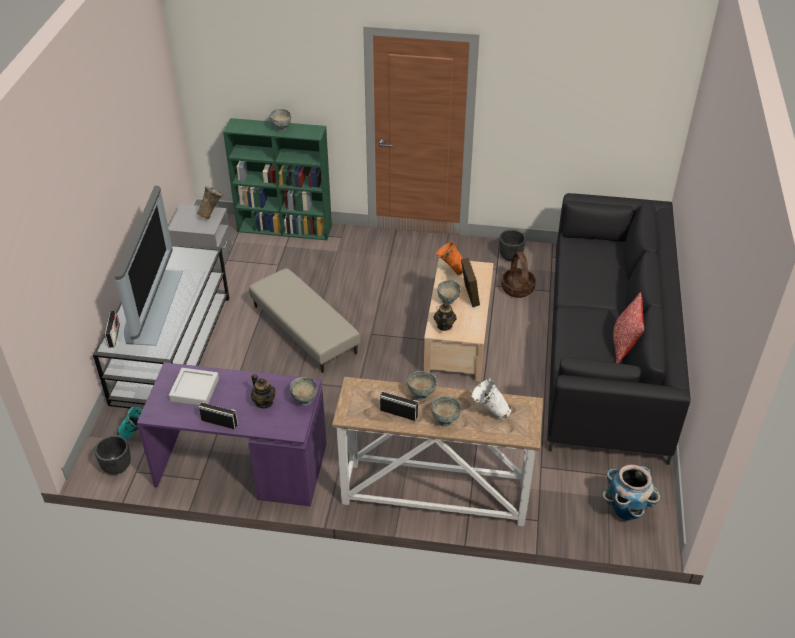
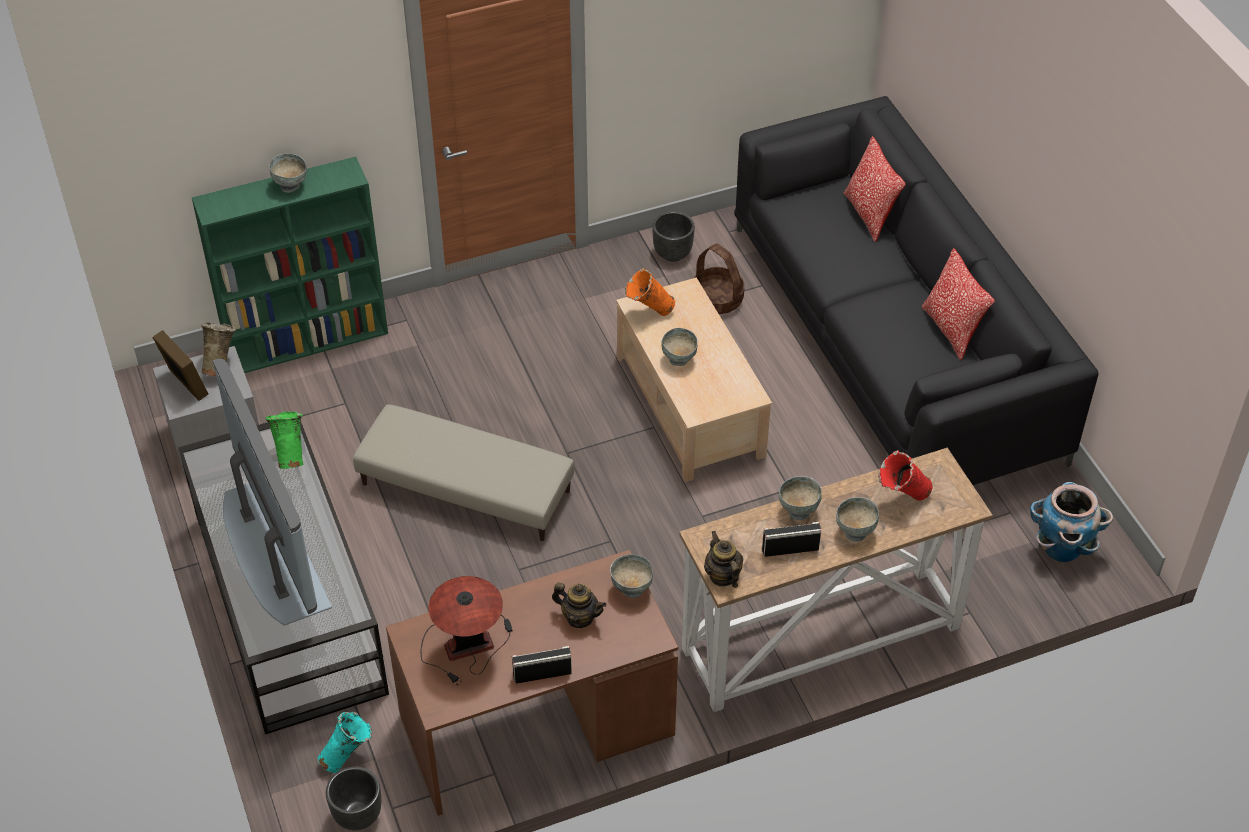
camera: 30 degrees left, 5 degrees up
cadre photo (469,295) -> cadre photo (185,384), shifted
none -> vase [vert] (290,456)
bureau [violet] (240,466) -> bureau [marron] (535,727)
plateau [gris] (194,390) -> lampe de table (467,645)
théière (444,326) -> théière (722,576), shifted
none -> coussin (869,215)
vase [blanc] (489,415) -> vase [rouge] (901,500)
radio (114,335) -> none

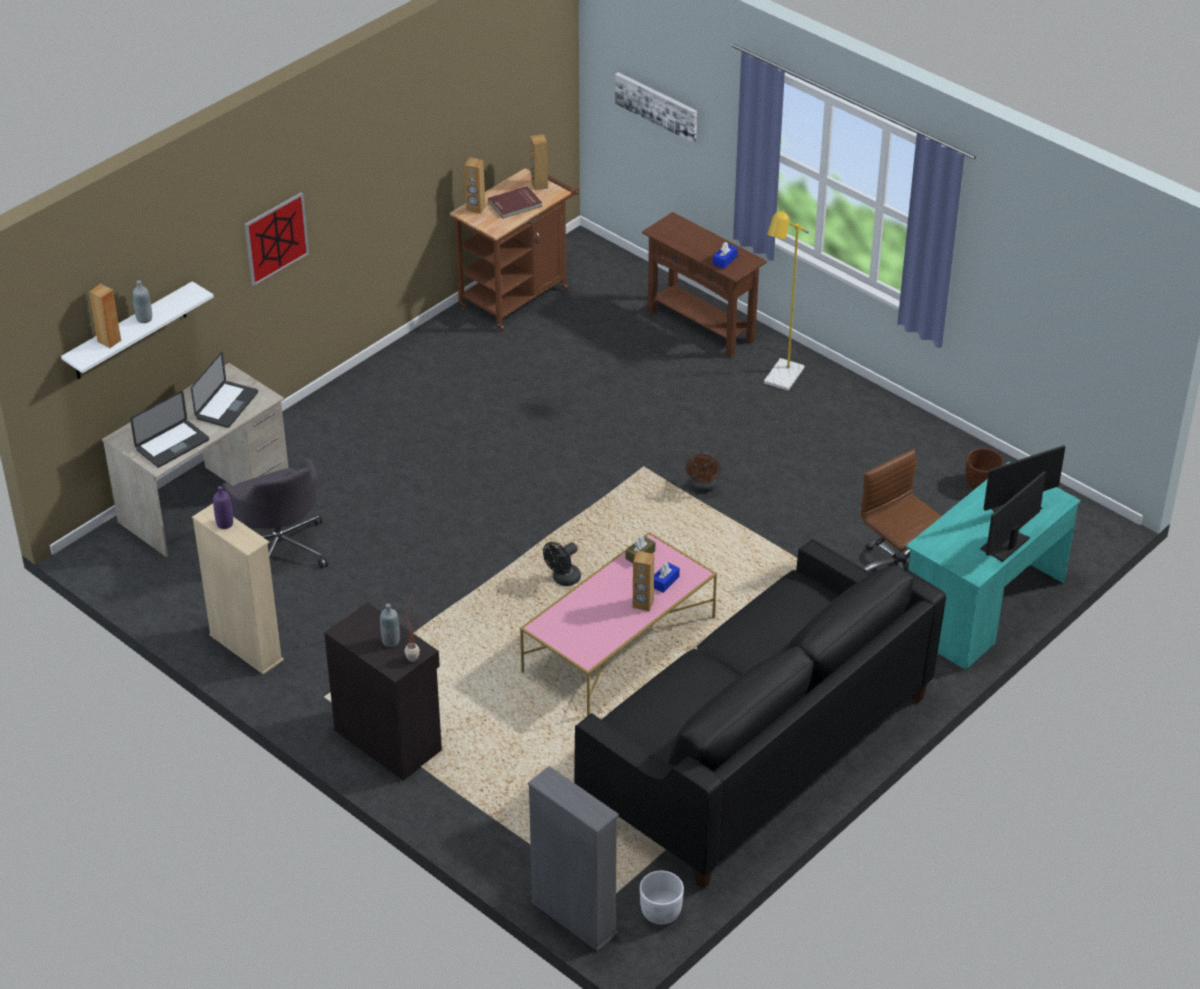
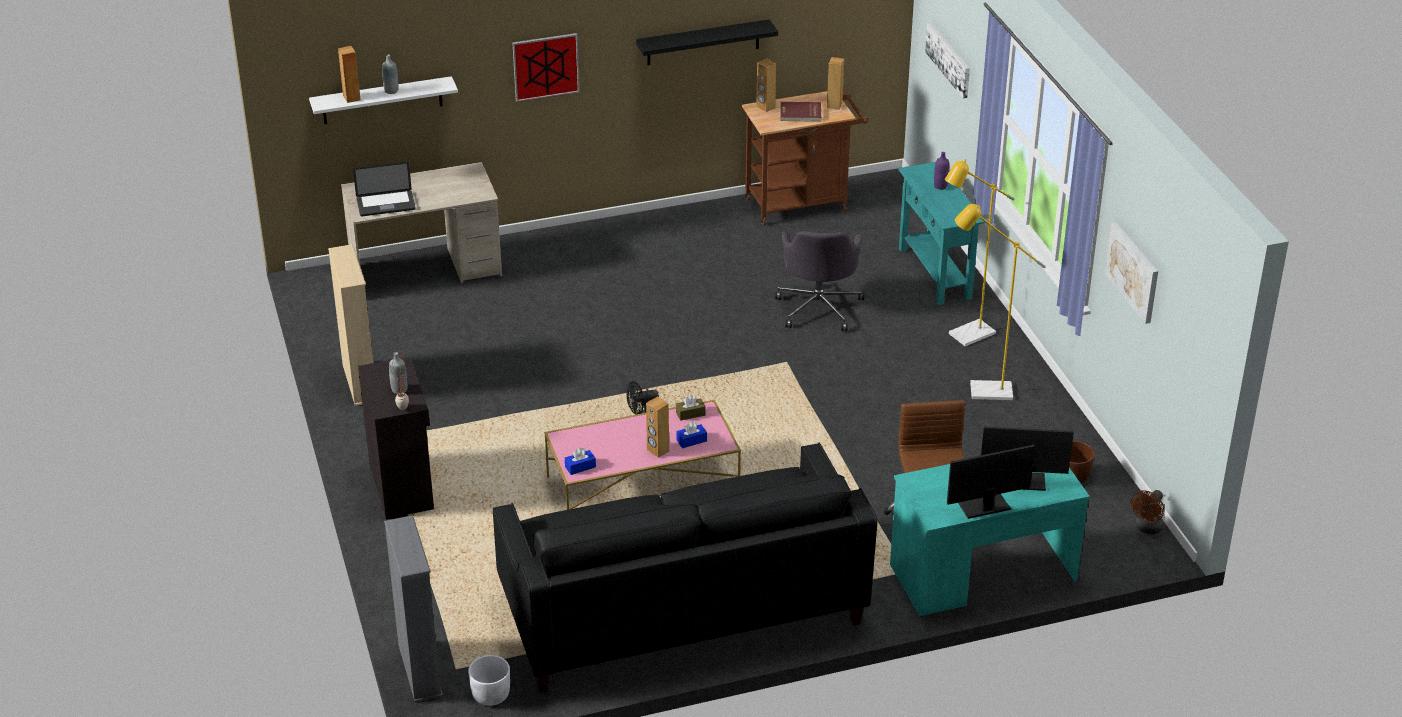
camera: 30 degrees right, 5 degrees down
boîte à mouchoirs [bleu] (724,260) -> boîte à mouchoirs [bleu] (580,467), shifted
none -> étagère [noir] (703,42)
chaise de bureau [gris] (280,548) -> chaise de bureau [gris] (819,307), shifted
table console [marron] (701,326) -> table console [turquoise] (934,273)
bouteille [violet] (225,524) -> bouteille [violet] (940,186), shifted
none -> lampadaire [jaune] (982,391)
none -> tableau (1133,272)
ventilateur [marron] (703,488) -> ventilateur [marron] (1147,528), shifted
ordinateur portable (227,405) -> none

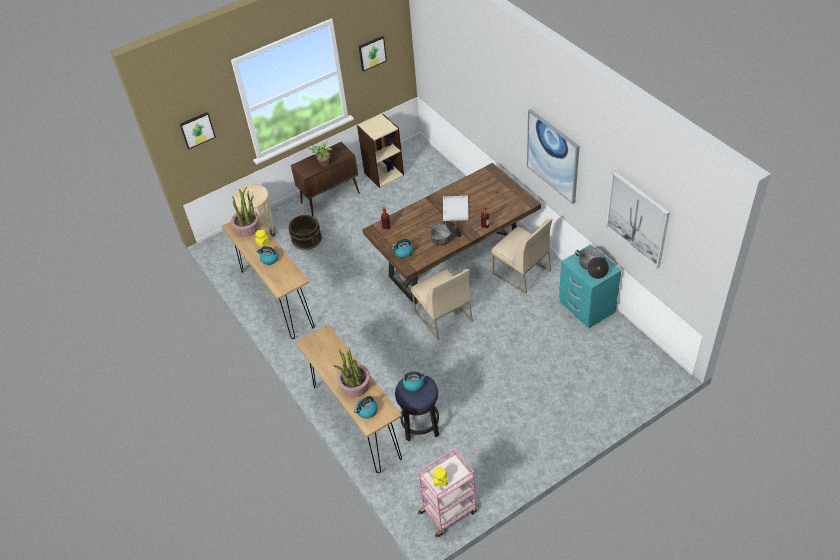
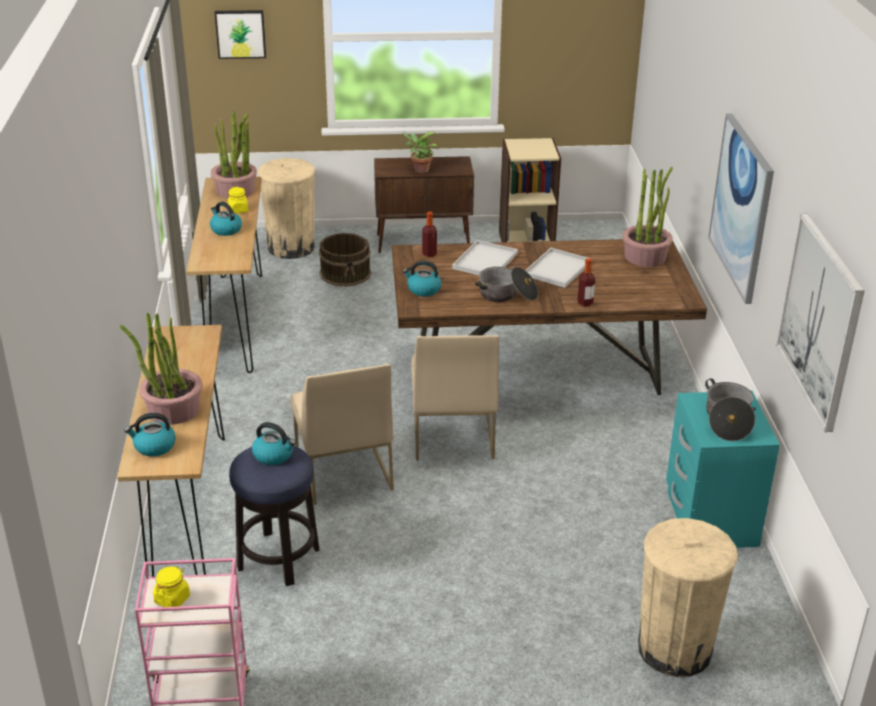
camera: 25 degrees right, 15 degrees down
chaise [beige] (521,272) -> chaise [beige] (342,470), shifted
none -> plateau [blanc] (485,260)
none -> plante en pot (645,256)
none -> poubelle [beige] (674,649)
tableau (372,53) -> none

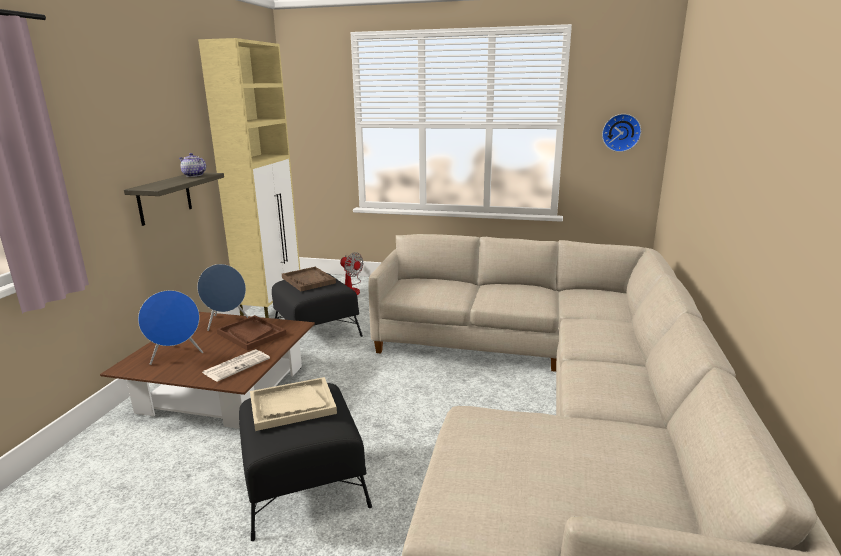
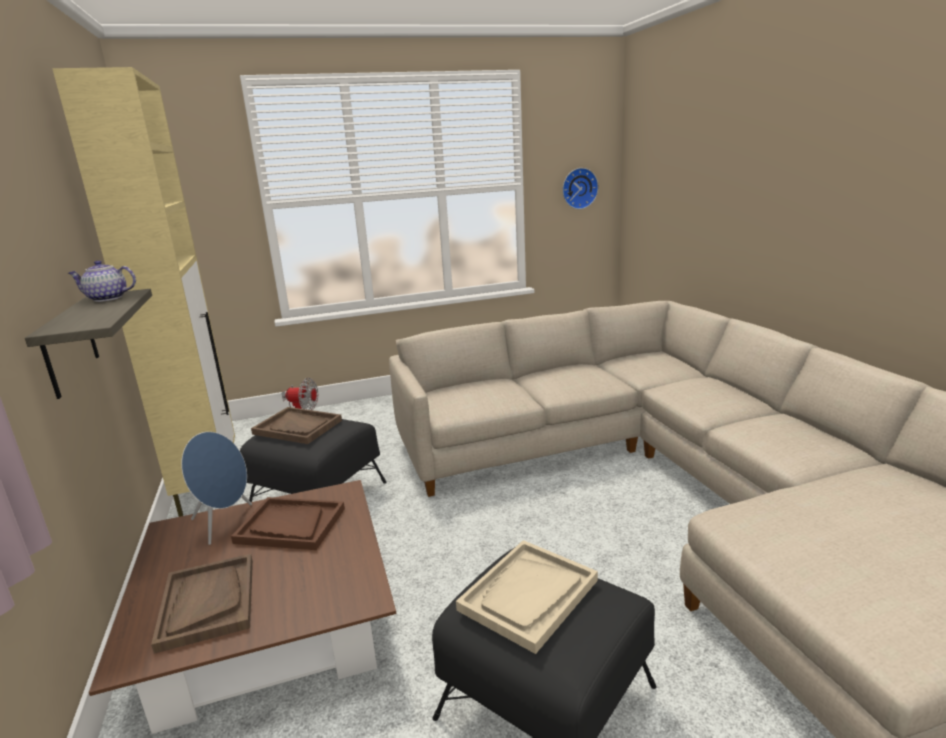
camera: 30 degrees left, 0 degrees up
enceinte [bleu] (176,356) -> plateau [marron] (207,602)
journal (237,365) -> none

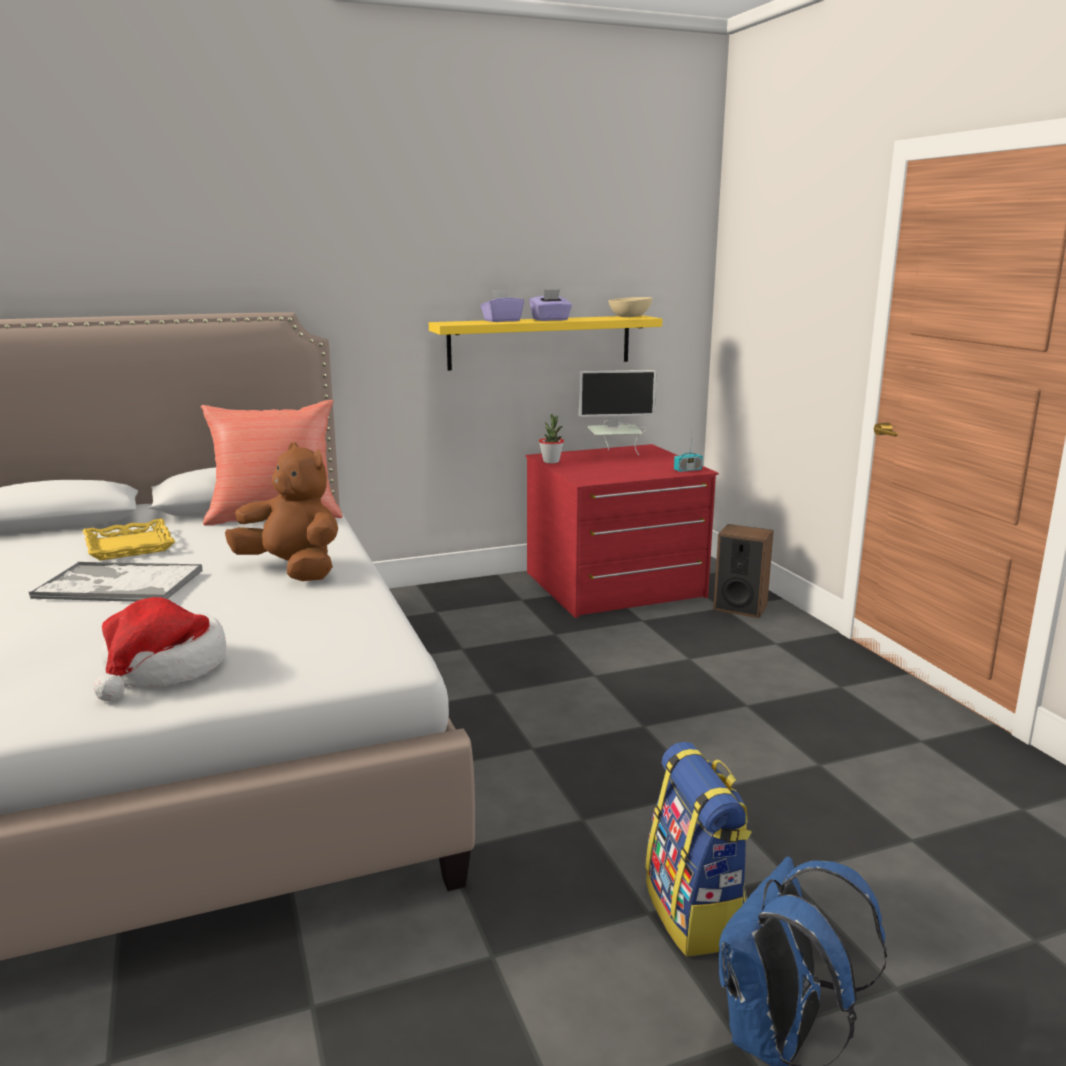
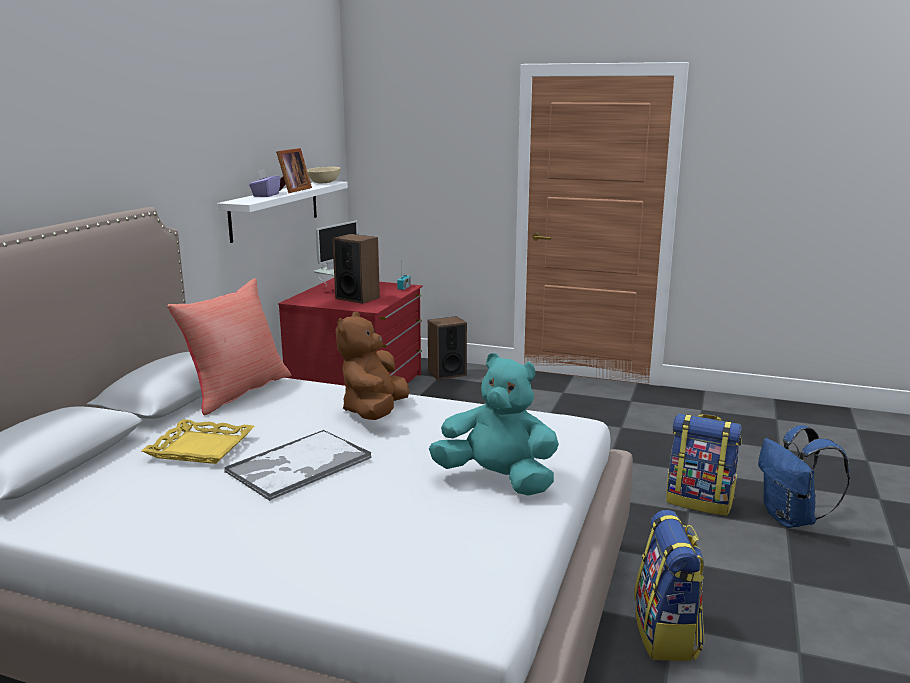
camera: 50 degrees left, 0 degrees up
étagère [jaune] (540,342) -> étagère [blanc] (275,209)
boîte à mouchoirs [violet] (550,320) -> cadre photo (291,190)
none -> enceinte (357,298)
peluche [marron] (292,570) -> peluche [marron] (374,412), 60 degrees counterclockwise
chapeau (164,669) -> peluche [turquoise] (497,480)
none -> sac à dos (667,634)
plante en pot (551,461) -> none

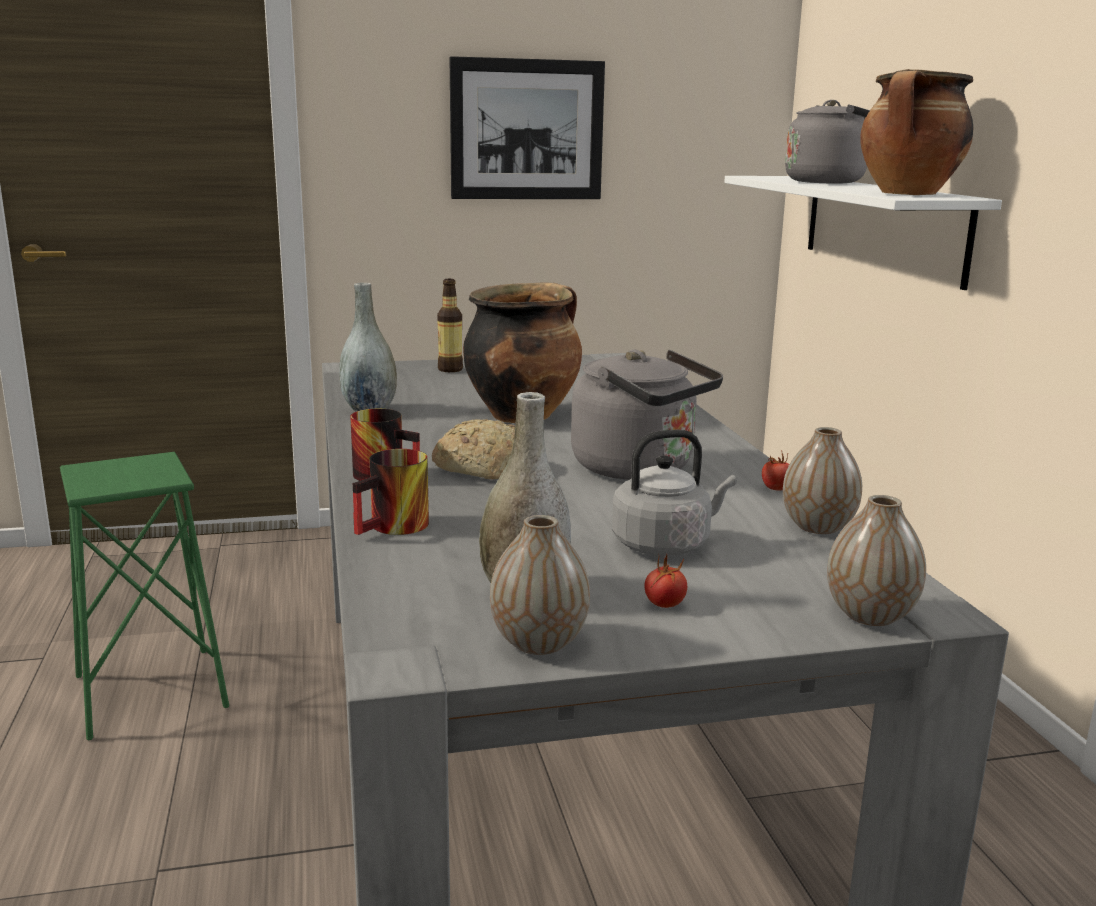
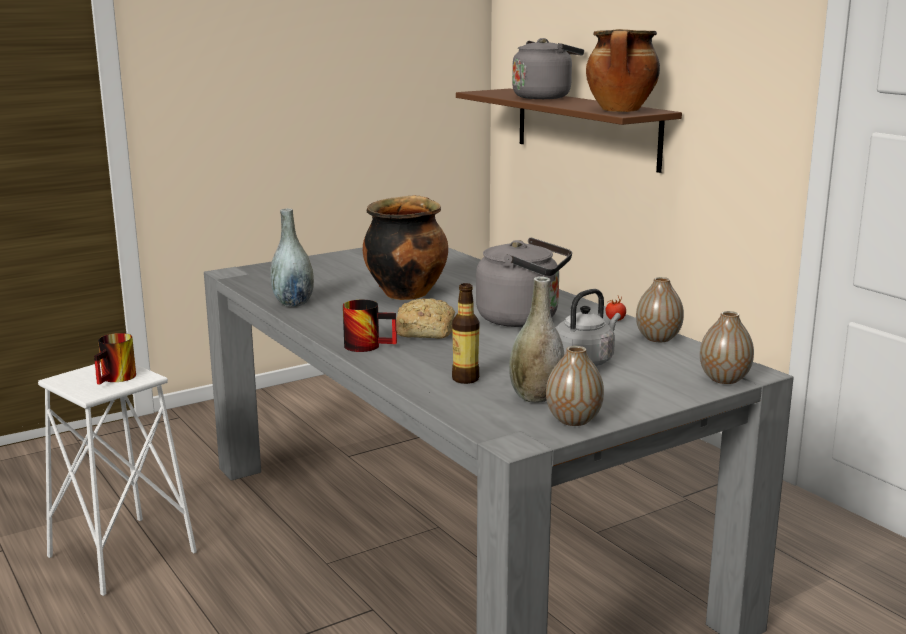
camera: 20 degrees left, 0 degrees up
tabouret [vert] (150,691) -> tabouret [blanc] (122,555)
mug (396,528) -> mug (118,378), shifted
bouteille (450,369) -> bouteille (465,379), shifted
étagère [blanc] (882,226) -> étagère [marron] (586,128)
tableau (527,130) -> none
tomate (664,605) -> none

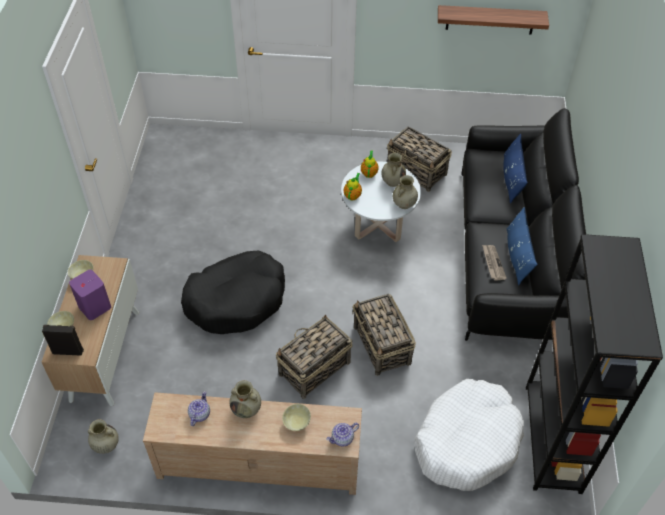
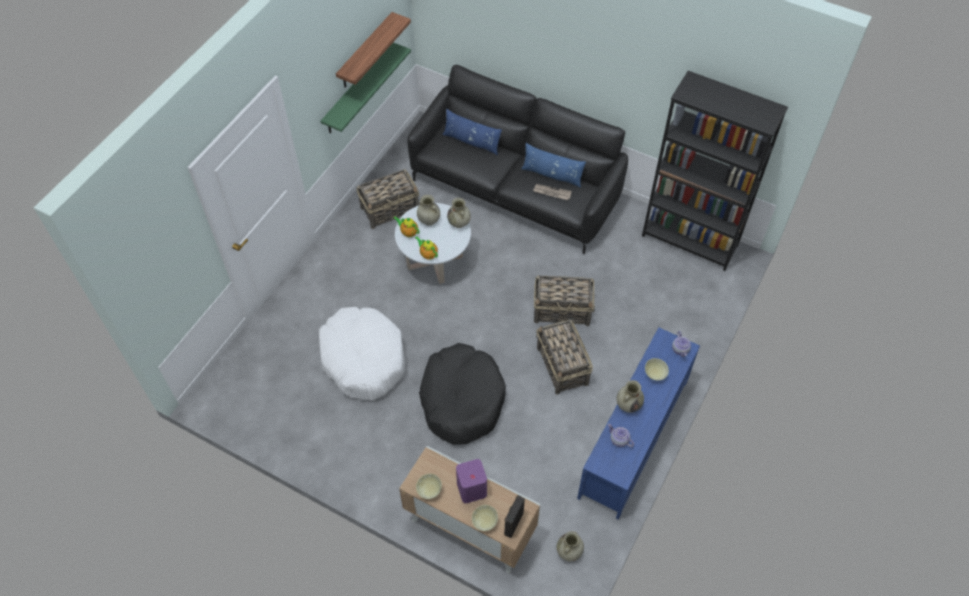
camera: 65 degrees left, 5 degrees up
panier pour chien [blanc] (467,441) -> panier pour chien [blanc] (363,359), shifted
none -> étagère [vert] (358,89)
meuble télé [beige] (258,462) -> meuble télé [bleu] (633,438)

